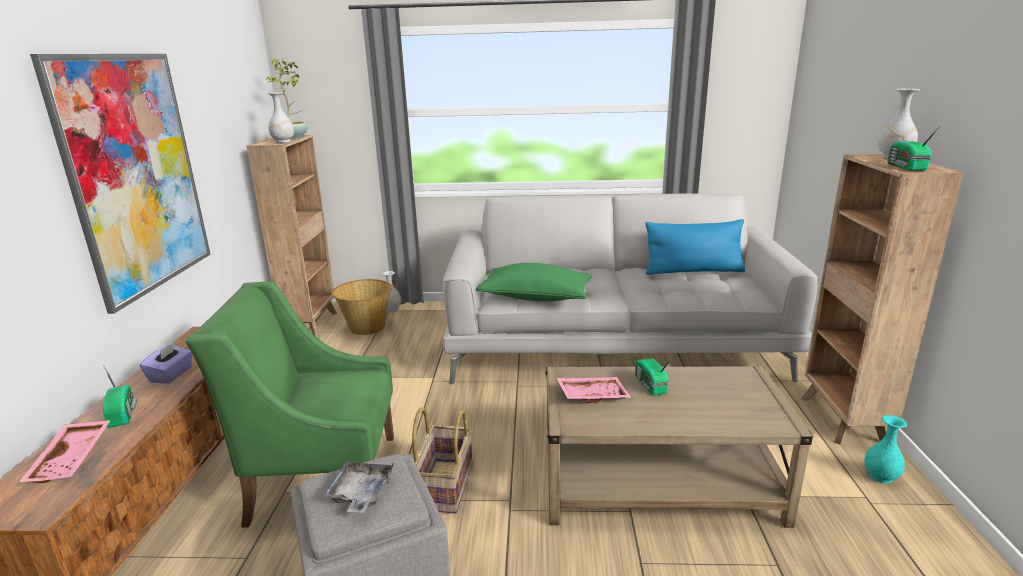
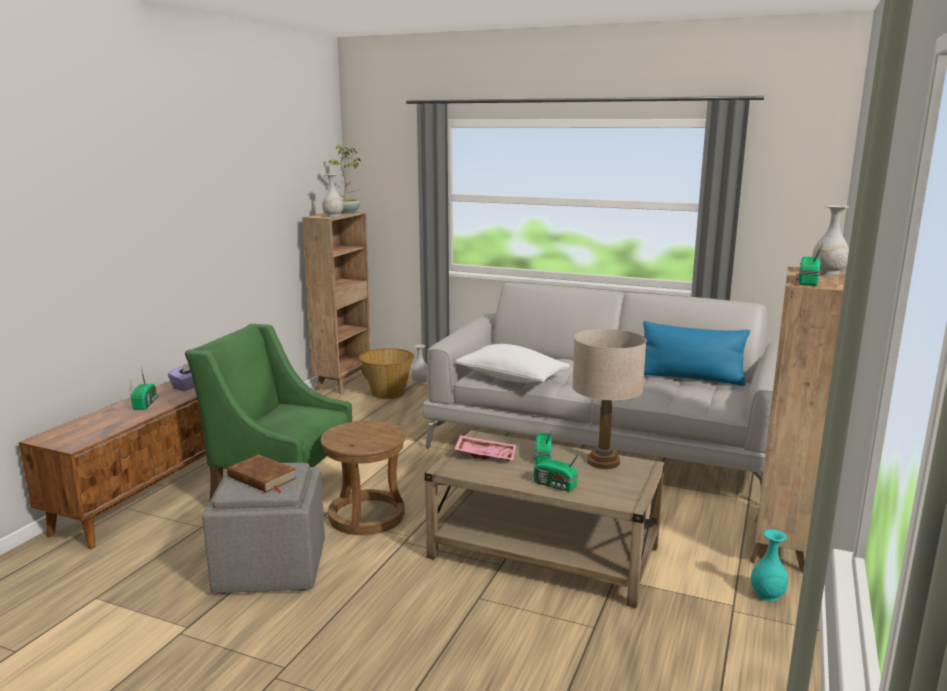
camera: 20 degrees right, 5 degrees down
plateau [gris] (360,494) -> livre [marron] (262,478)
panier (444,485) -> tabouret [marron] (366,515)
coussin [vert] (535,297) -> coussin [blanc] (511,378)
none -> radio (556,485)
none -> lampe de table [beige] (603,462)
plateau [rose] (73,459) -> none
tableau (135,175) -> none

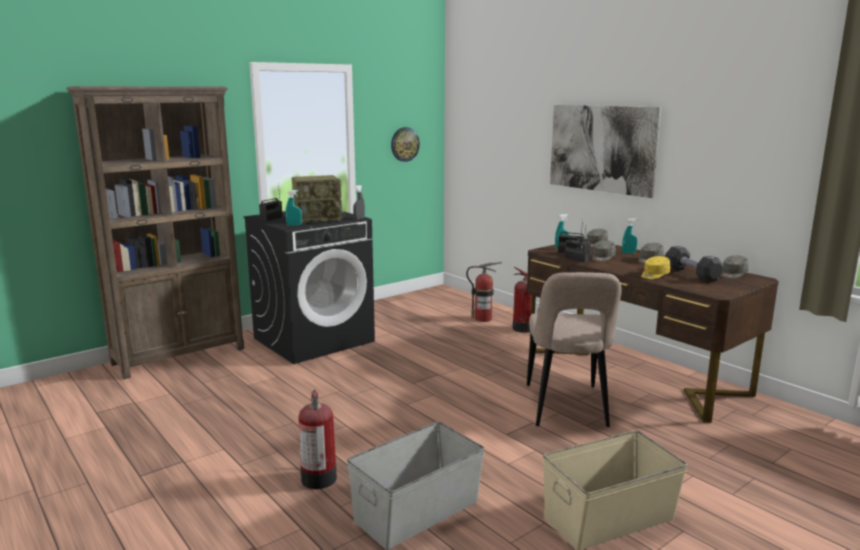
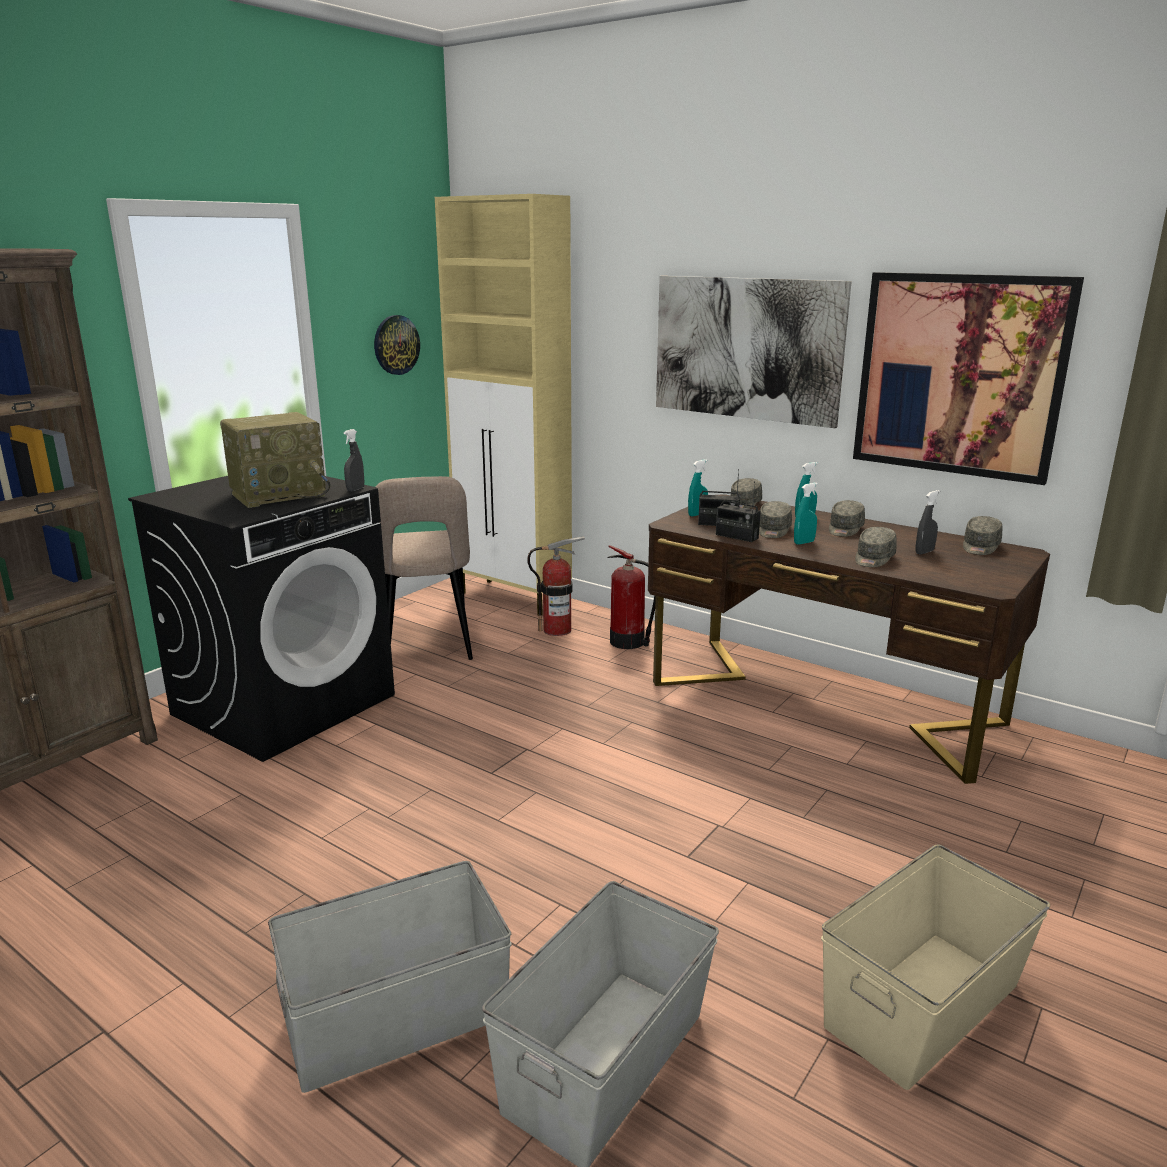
camera: 15 degrees left, 5 degrees up
extincteur (319,477) -> boîte de rangement [gris] (395,1017)
chaise [beige] (566,408) -> chaise [beige] (426,645), shifted
none -> meuble de rangement [beige] (514,598)
vaporisateur [turquoise] (294,225) -> vaporisateur [turquoise] (804,542), shifted
none -> tableau (959,375)
casquette [jaune] (654,275) -> casquette [gris] (873,559)
haltère [noir] (691,274) -> vaporisateur [gris] (924,552)
radio (271,218) -> none

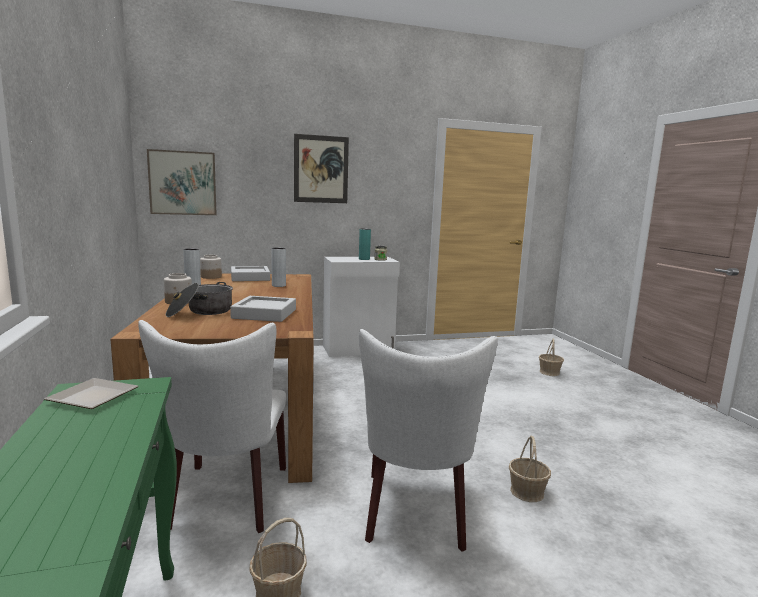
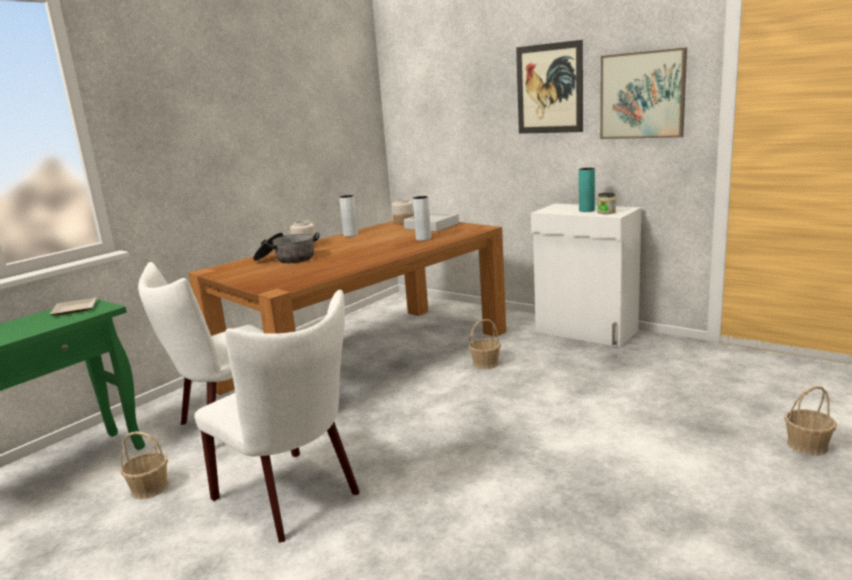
camera: 55 degrees right, 5 degrees up
chaise [blanc] (416,514) -> chaise [blanc] (293,497), 105 degrees counterclockwise
panier (527,492) -> panier (485,363), shifted
tableau (183,183) -> tableau (642,95), shifted
plateau [gris] (264,314) -> none

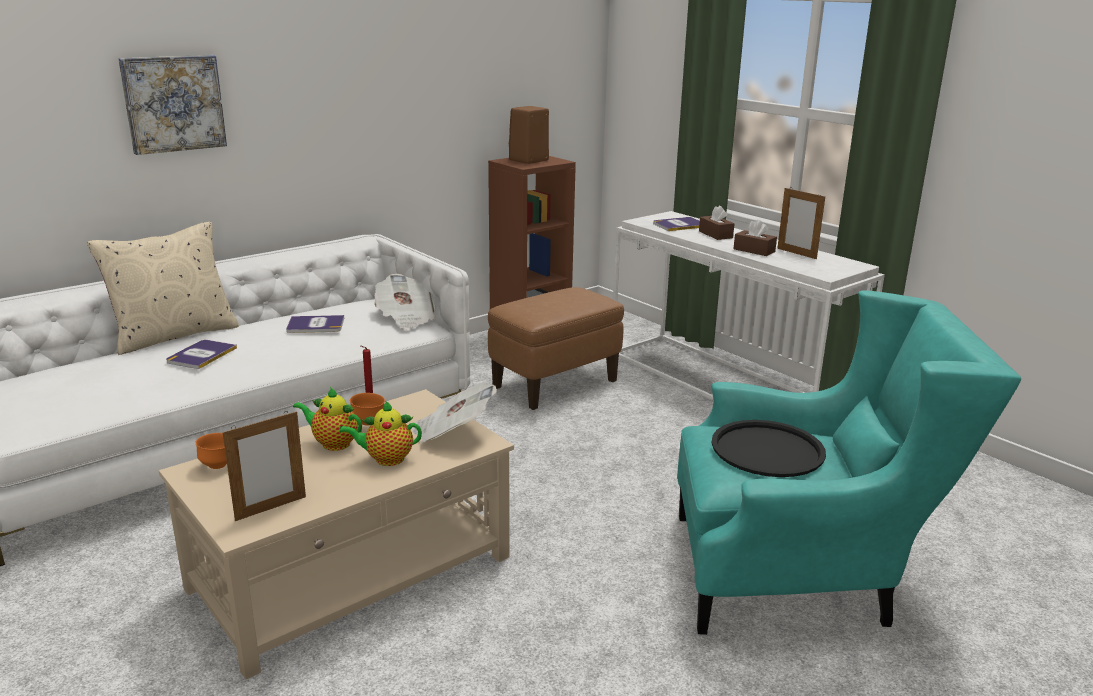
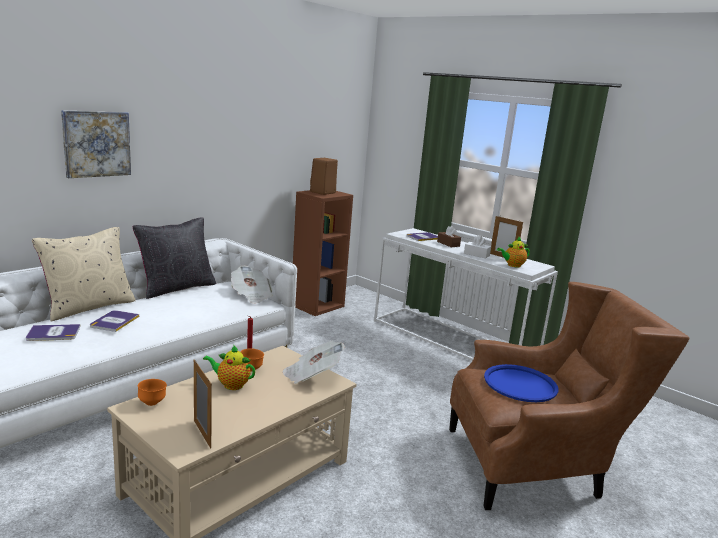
camera: 10 degrees left, 5 degrees down
livre (315,325) -> livre (53,333), shifted
none -> coussin [noir] (176,288)
cadre photo (271,508) -> cadre photo (202,434), 75 degrees counterclockwise
fauteuil [turquoise] (800,574) -> fauteuil [marron] (535,465)
boîte à mouchoirs [marron] (754,250) -> boîte à mouchoirs [blanc] (476,254)
plateau [noir] (767,450) -> plateau [bleu] (520,384)
théière (386,459) -> théière (512,265), shifted
pouf [marron] (554,384) -> none

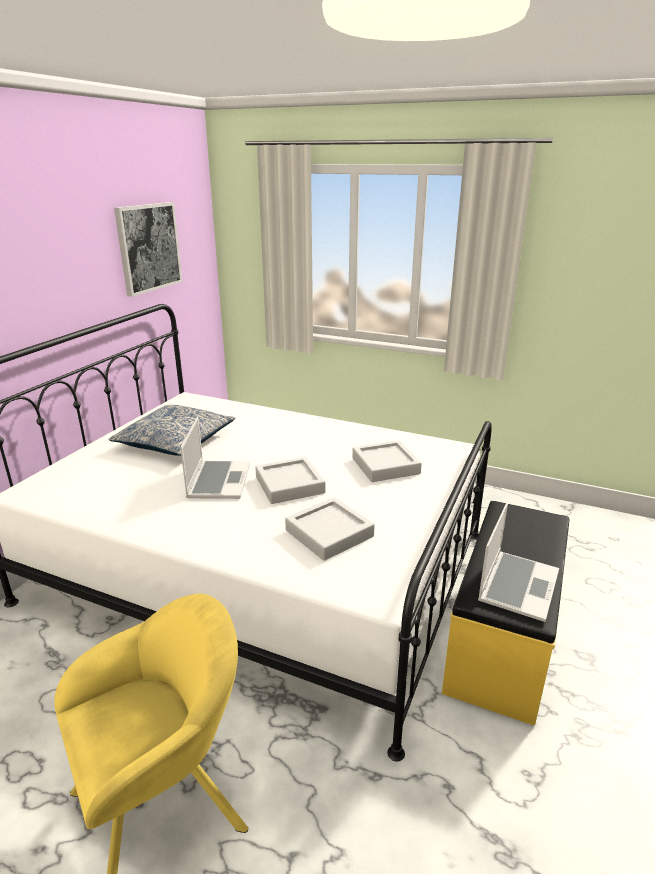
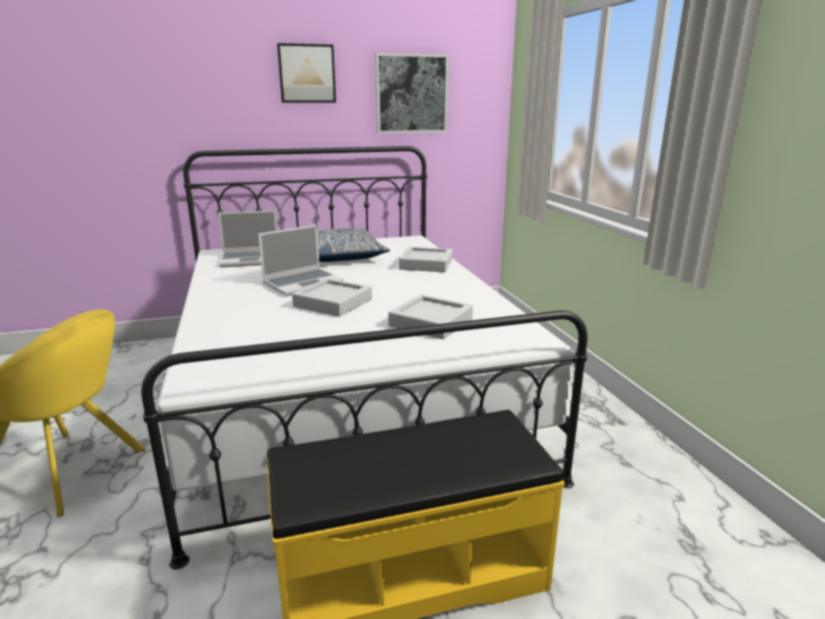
camera: 50 degrees right, 5 degrees down
ordinateur portable (517,585) -> ordinateur portable (251,259), shifted
none -> tableau (306,74)
plateau [gris] (329,533) -> plateau [gris] (426,264), shifted

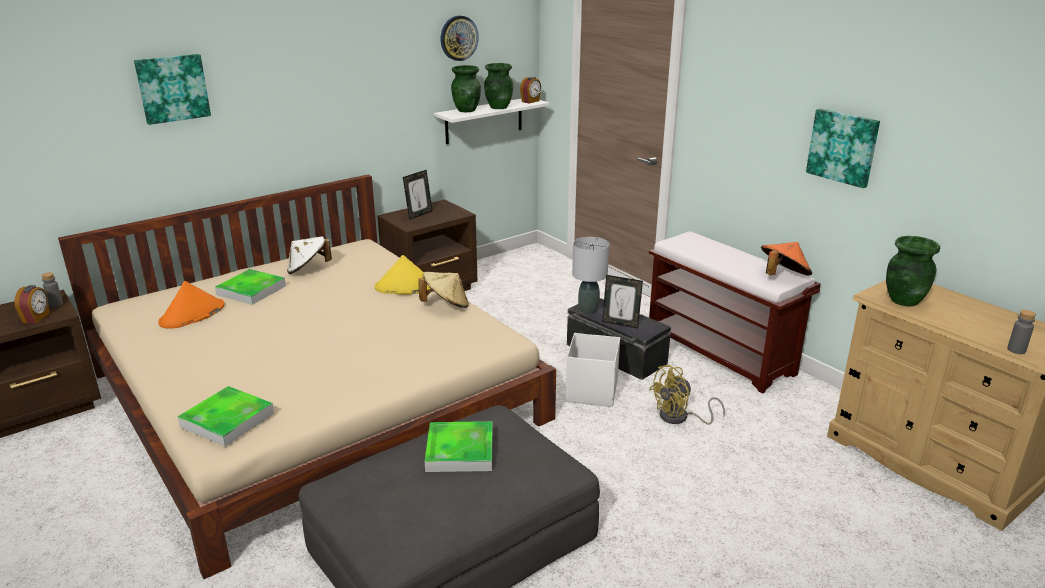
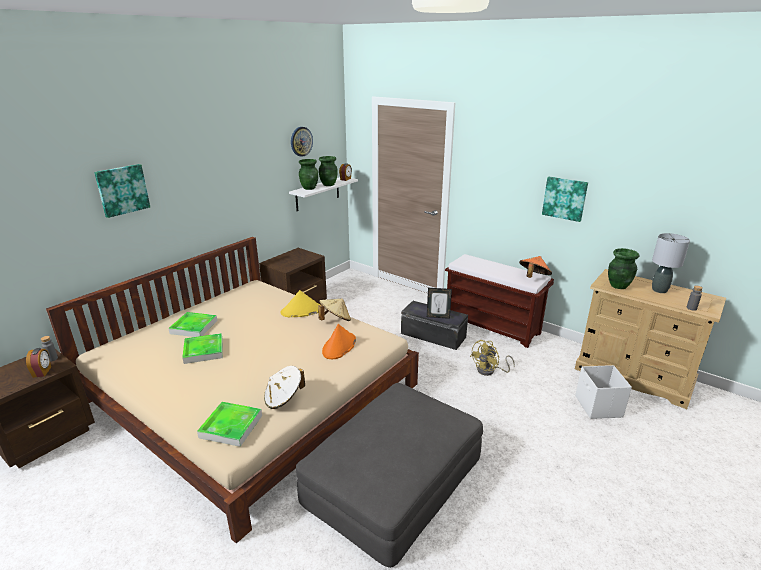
camera: 15 degrees left, 0 degrees up
plateau (460,451) -> plateau (203,351), shifted
chapeau [blanc] (308,269) -> chapeau [blanc] (284,398), shifted
chapeau [orange] (192,315) -> chapeau [orange] (339,346), shifted
boîte de rangement [blanc] (591,392) -> boîte de rangement [blanc] (598,407), shifted
lampe de table [gris] (588,310) -> lampe de table [gris] (659,290), shifted
cadre photo (419,215) -> none

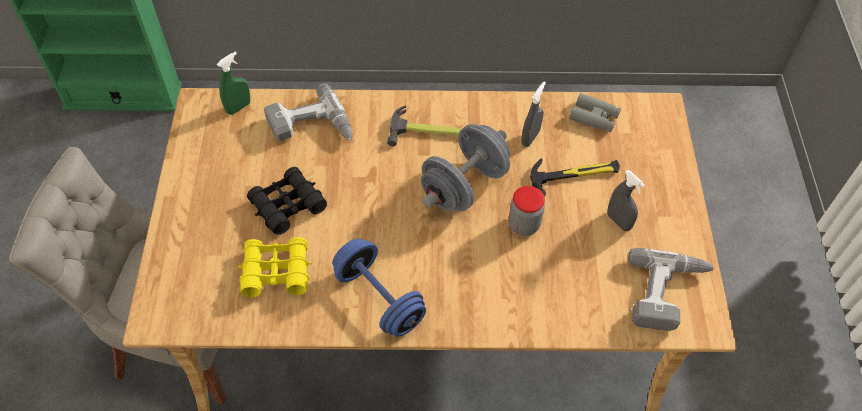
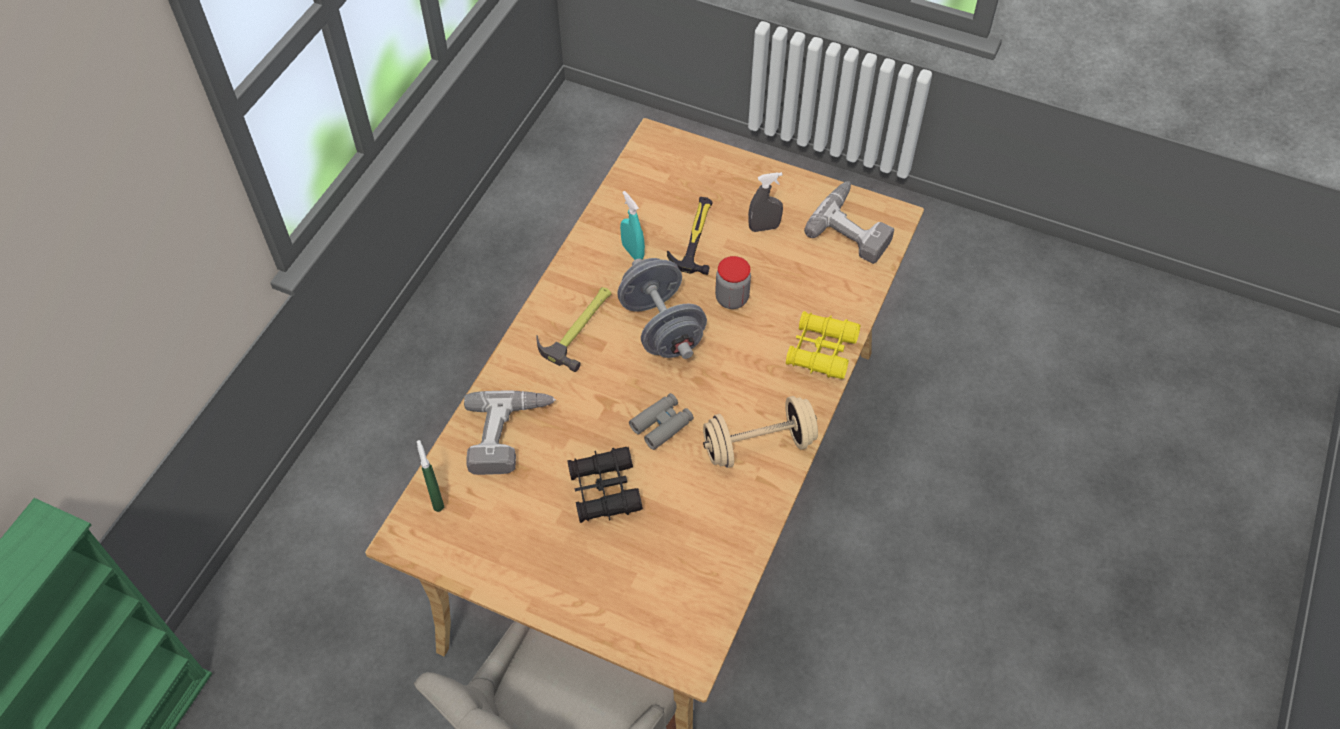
camera: 65 degrees left, 0 degrees up
vaporisateur [gris] (530,138) -> vaporisateur [turquoise] (632,252)
jumelles [gris] (594,117) -> jumelles [gris] (662,424), shifted
haltère [bleu] (379,298) -> haltère [beige] (758,445)
jumelles [jaune] (276,271) -> jumelles [jaune] (821,351), shifted

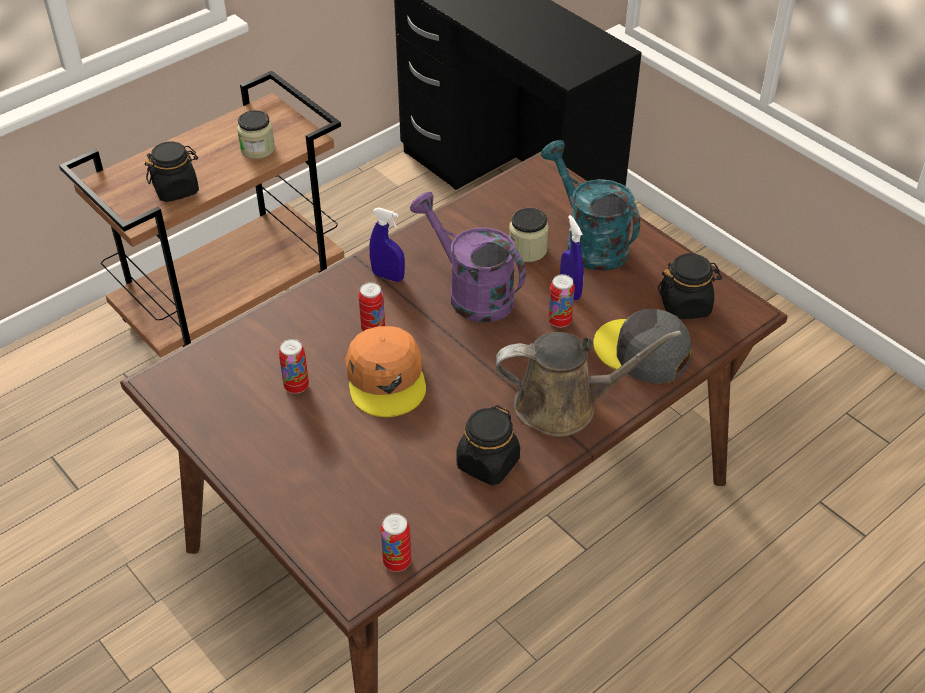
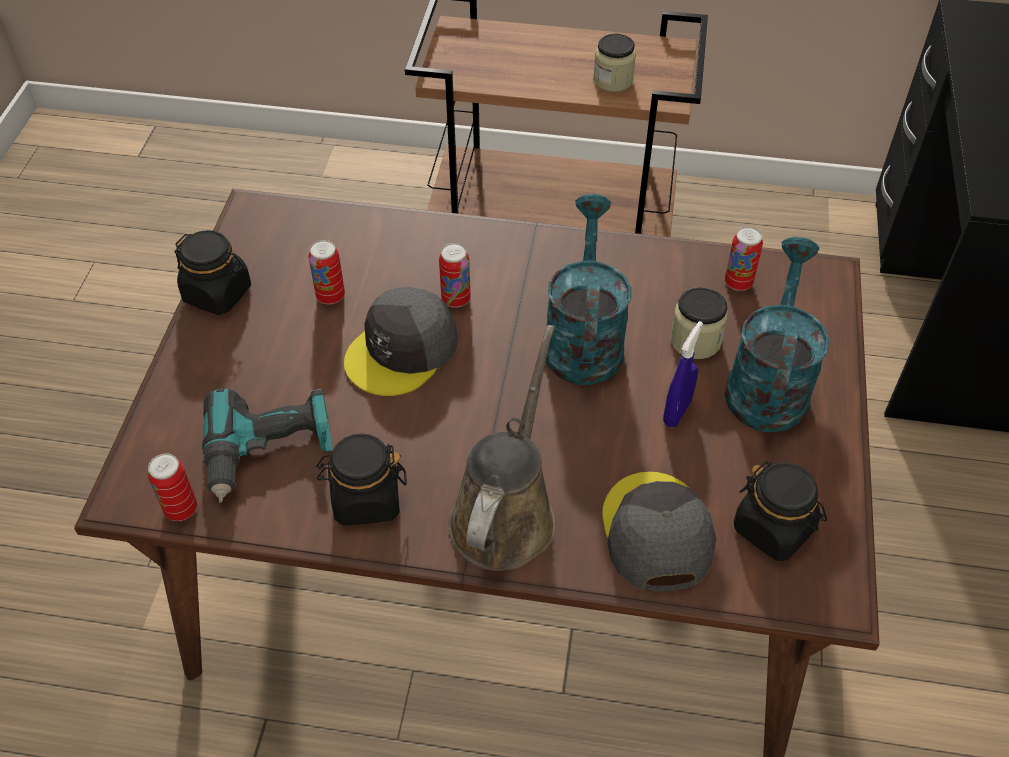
camera: 50 degrees right, 5 degrees up
bocal [noir] (176,189) -> bocal [noir] (218,294), shifted
none -> perceuse (269,451)
casquette [orange] (386,378) -> casquette [gris] (402,350)
arrosoir [marron] (564,405) -> arrosoir [marron] (506,513), 120 degrees counterclockwise
arrosoir [violet] (471,293) -> arrosoir [turquoise] (583,337)
boîte métallique (559,321) -> boîte métallique (738,283), shifted
vaporisateur [bleu] (388,276) -> none

